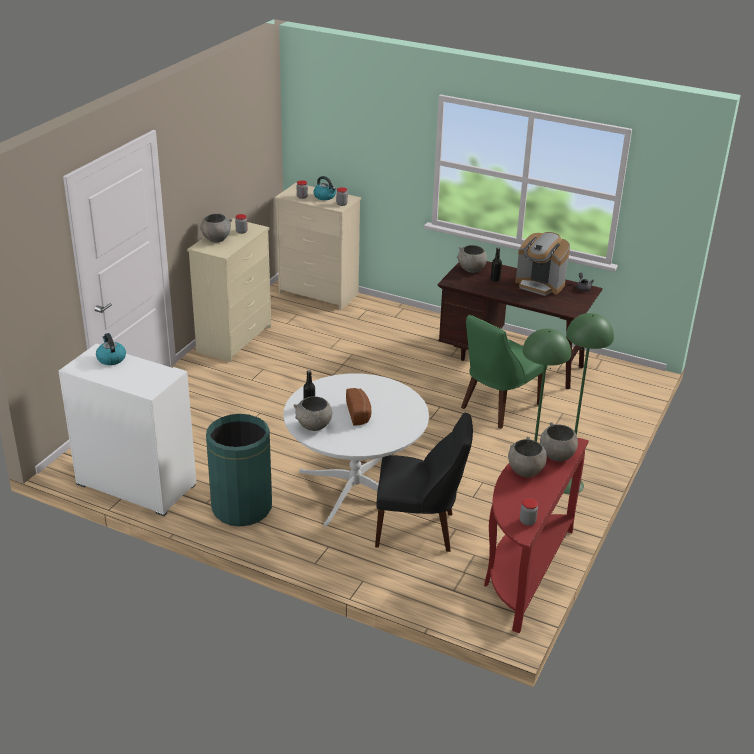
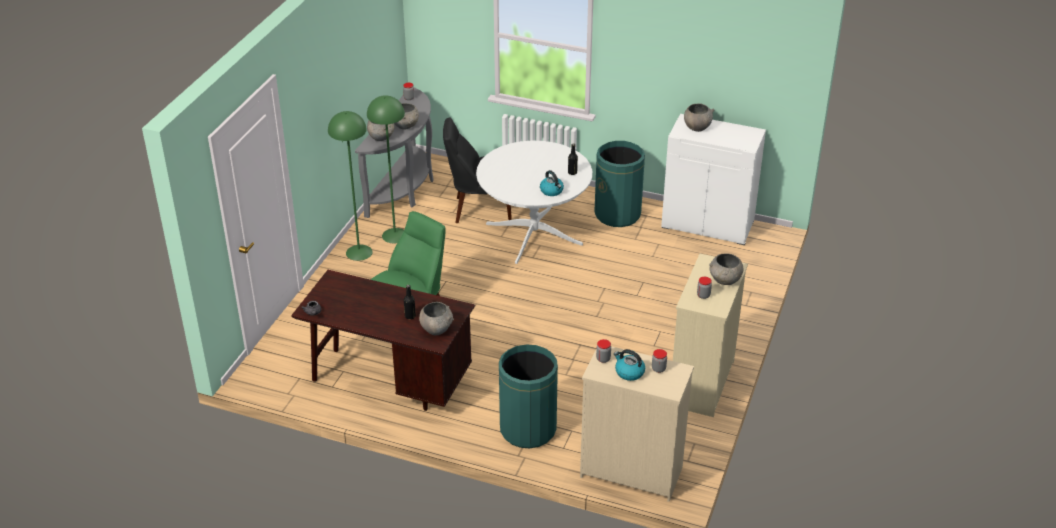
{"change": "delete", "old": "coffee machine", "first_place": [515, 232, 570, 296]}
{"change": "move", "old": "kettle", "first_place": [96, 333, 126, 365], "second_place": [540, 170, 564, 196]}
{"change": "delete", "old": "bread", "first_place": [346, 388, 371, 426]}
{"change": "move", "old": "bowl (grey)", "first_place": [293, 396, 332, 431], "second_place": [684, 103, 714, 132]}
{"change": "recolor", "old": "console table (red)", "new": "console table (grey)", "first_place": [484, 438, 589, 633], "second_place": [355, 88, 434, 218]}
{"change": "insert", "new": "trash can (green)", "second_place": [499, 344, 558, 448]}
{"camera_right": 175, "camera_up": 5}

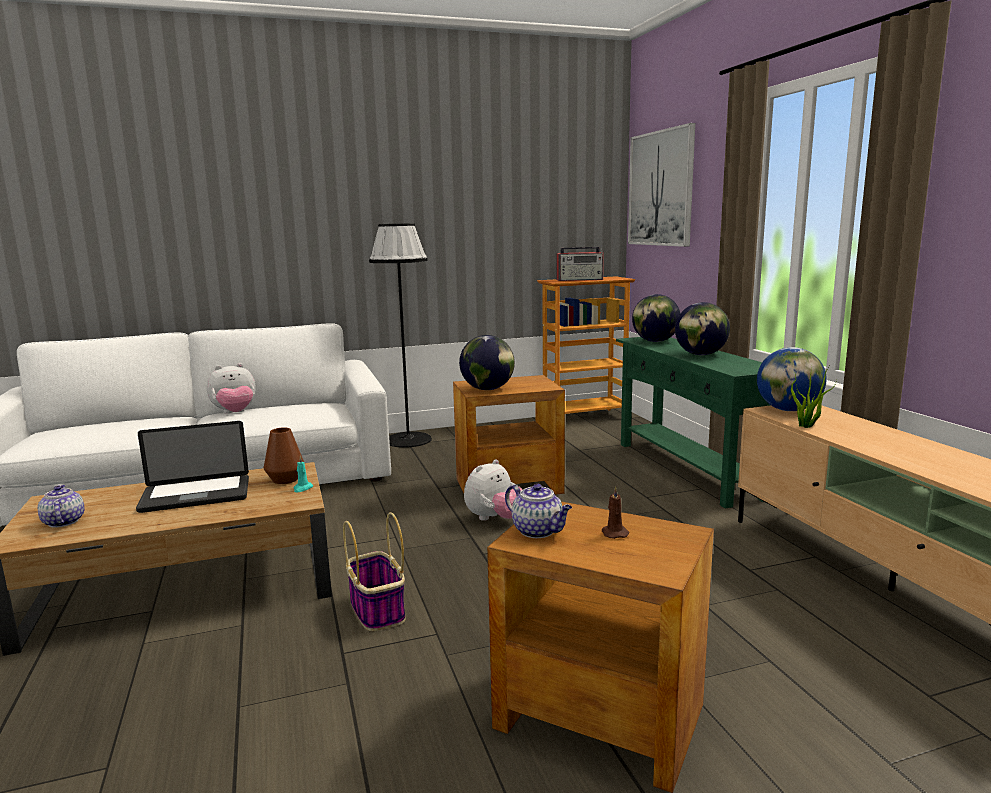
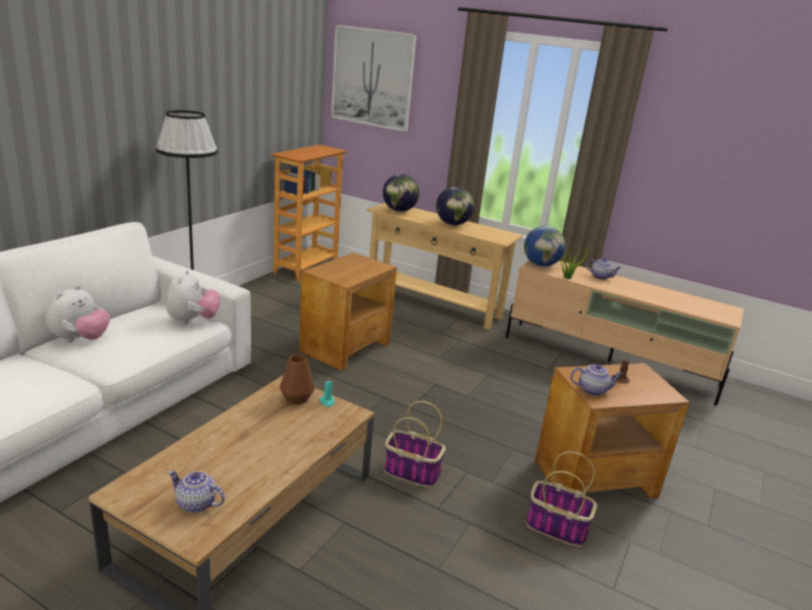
{"change": "delete", "old": "radio", "first_place": [557, 245, 604, 281]}
{"change": "delete", "old": "globe", "first_place": [459, 335, 515, 390]}
{"change": "recolor", "old": "console table (green)", "new": "console table (beige)", "first_place": [616, 337, 770, 509], "second_place": [367, 203, 523, 330]}
{"change": "delete", "old": "laptop", "first_place": [136, 421, 249, 513]}
{"change": "move", "old": "plush toy", "first_place": [464, 459, 523, 521], "second_place": [166, 270, 220, 324]}
{"change": "insert", "new": "teapot", "second_place": [586, 258, 621, 280]}
{"change": "insert", "new": "basket", "second_place": [526, 451, 597, 547]}
{"camera_right": -45, "camera_up": 10}

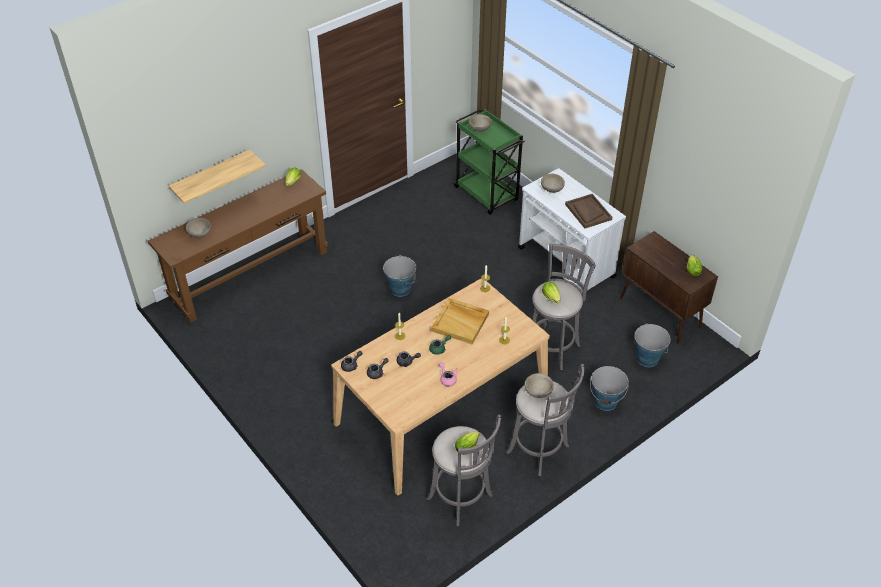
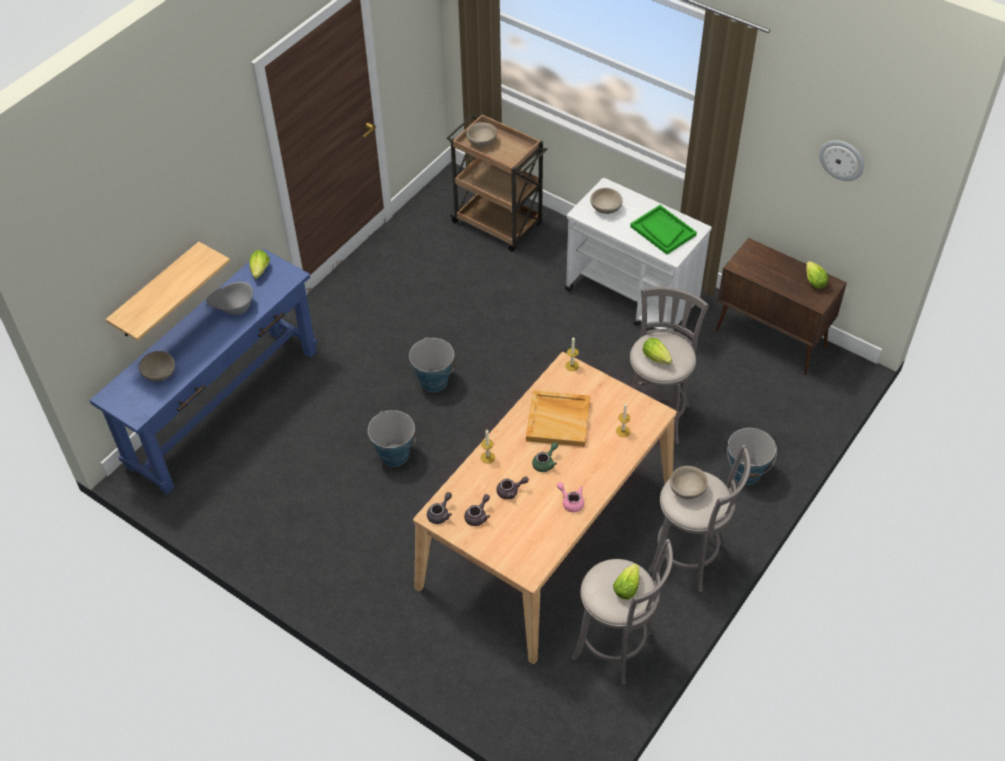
{"change": "recolor", "old": "cart (green)", "new": "cart (brown)", "first_place": [453, 109, 525, 215], "second_place": [447, 113, 548, 252]}
{"change": "recolor", "old": "console table (brown)", "new": "console table (blue)", "first_place": [148, 169, 328, 323], "second_place": [89, 249, 318, 494]}
{"change": "recolor", "old": "tray (brown)", "new": "tray (green)", "first_place": [565, 194, 612, 228], "second_place": [630, 205, 697, 255]}
{"change": "move", "old": "bucket", "first_place": [635, 323, 671, 367], "second_place": [368, 410, 416, 467]}
{"change": "insert", "new": "wall clock", "second_place": [819, 140, 864, 181]}
{"change": "insert", "new": "bowl (grey)", "second_place": [206, 282, 253, 315]}
{"camera_right": -15, "camera_up": 5}

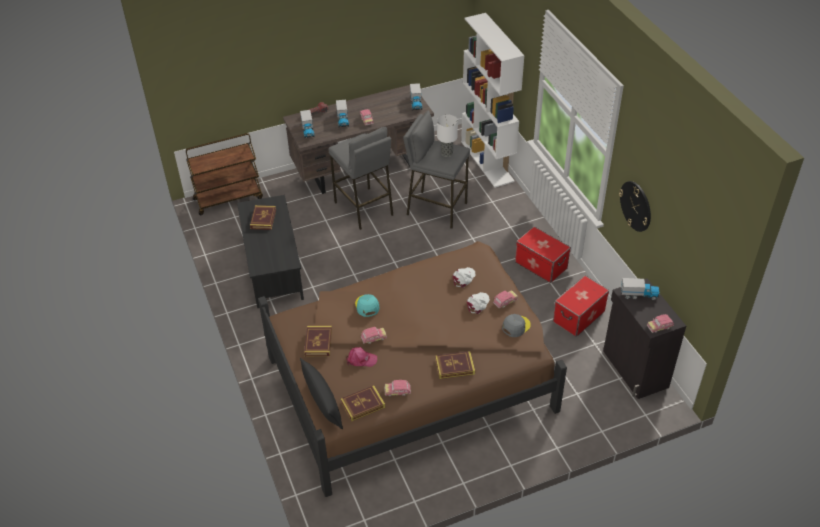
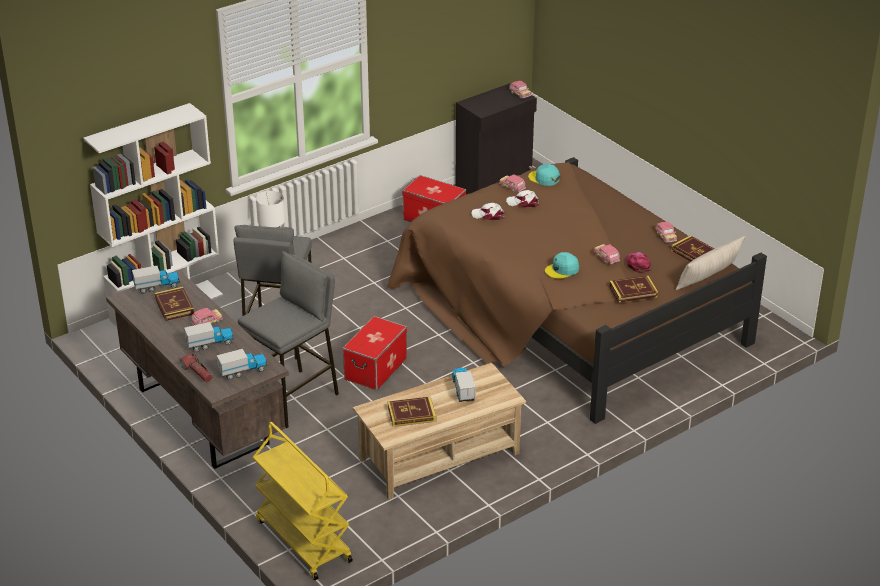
{"change": "recolor", "old": "cart (brown)", "new": "cart (yellow)", "first_place": [186, 133, 263, 215], "second_place": [253, 422, 353, 580]}
{"change": "delete", "old": "wall clock", "first_place": [619, 181, 651, 232]}
{"change": "recolor", "old": "coffee table (black)", "new": "coffee table (beige)", "first_place": [237, 195, 304, 308], "second_place": [353, 363, 526, 499]}
{"change": "move", "old": "storage box", "first_place": [515, 226, 571, 283], "second_place": [342, 316, 407, 391]}
{"change": "move", "old": "toy truck", "first_place": [621, 278, 660, 300], "second_place": [452, 368, 476, 402]}
{"change": "recolor", "old": "cap (grey)", "new": "cap (turquoise)", "first_place": [502, 314, 531, 337], "second_place": [528, 164, 560, 186]}
{"change": "move", "old": "book", "first_place": [435, 351, 475, 379], "second_place": [154, 286, 194, 321]}
{"change": "recolor", "old": "pillow (black)", "new": "pillow (beige)", "first_place": [300, 358, 343, 429], "second_place": [676, 236, 745, 290]}
{"camera_right": -105, "camera_up": -10}

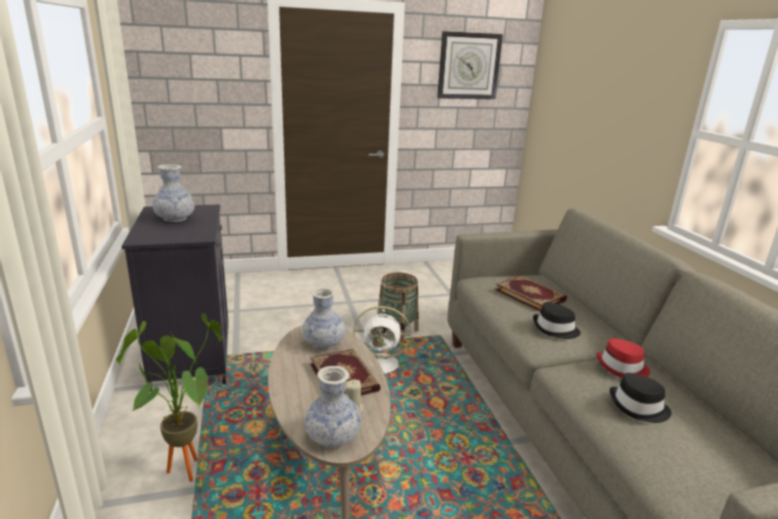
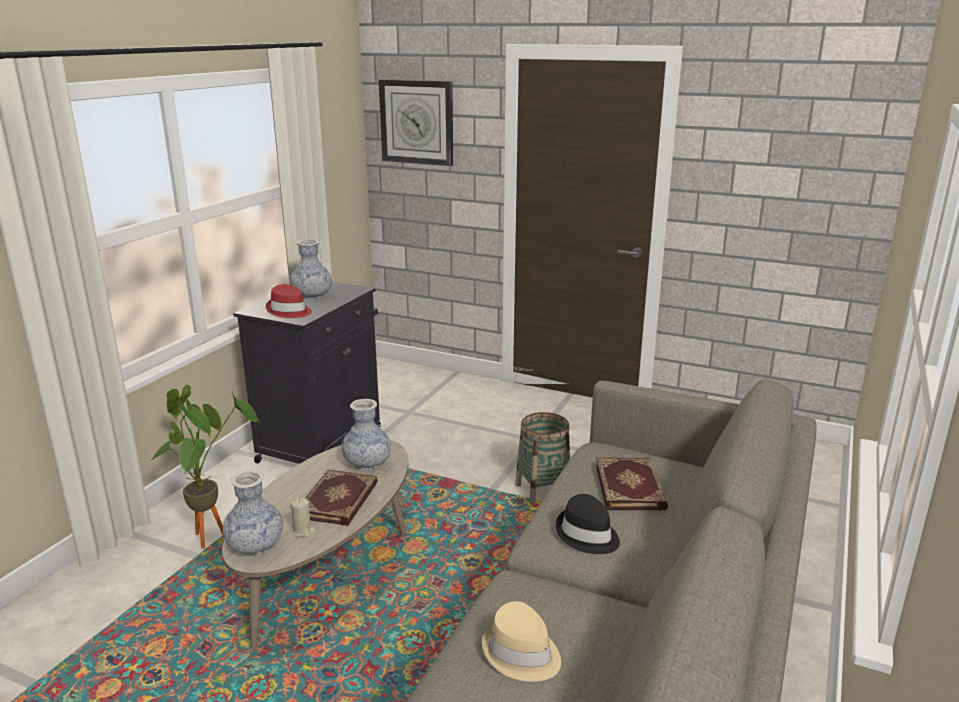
{"change": "move", "old": "wall clock", "first_place": [437, 31, 503, 100], "second_place": [379, 79, 453, 166]}
{"change": "delete", "old": "fan (white)", "first_place": [354, 306, 411, 373]}
{"change": "move", "old": "hat (red)", "first_place": [596, 338, 650, 378], "second_place": [266, 284, 312, 318]}
{"change": "recolor", "old": "hat (black)", "new": "hat (beige)", "first_place": [610, 373, 672, 423], "second_place": [482, 601, 561, 682]}
{"camera_right": 40, "camera_up": 0}

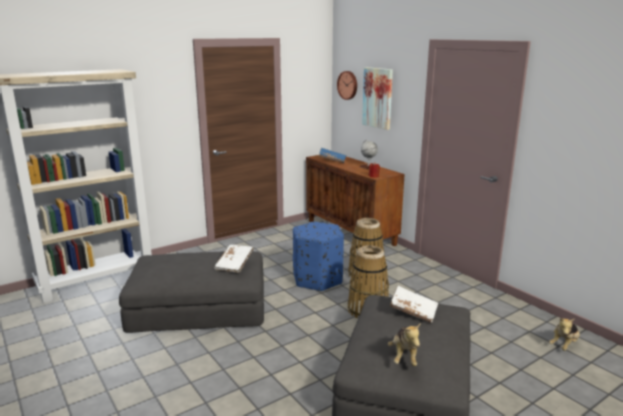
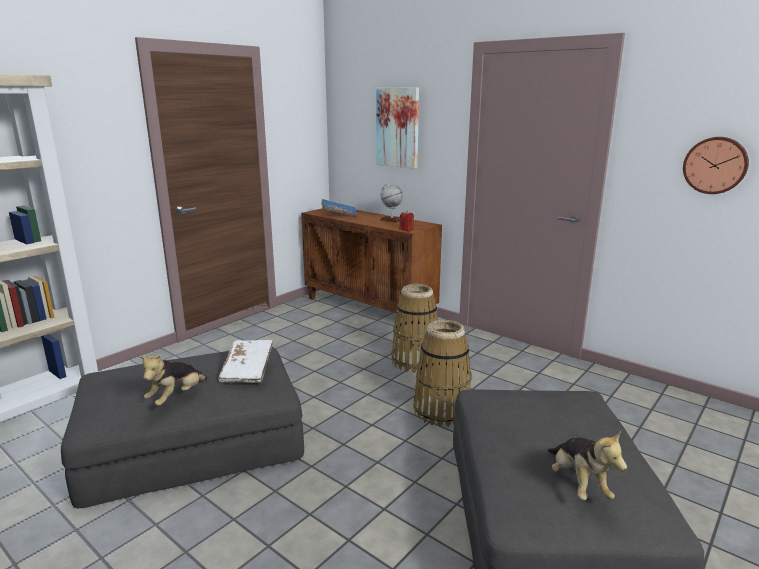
{"change": "move", "old": "wall clock", "first_place": [337, 71, 357, 100], "second_place": [683, 137, 749, 194]}
{"change": "delete", "old": "ottoman (blue)", "first_place": [293, 222, 344, 291]}
{"change": "delete", "old": "book (white)", "first_place": [390, 286, 438, 323]}
{"change": "move", "old": "plush toy", "first_place": [549, 318, 580, 351], "second_place": [138, 353, 207, 406]}
{"camera_right": -15, "camera_up": 0}

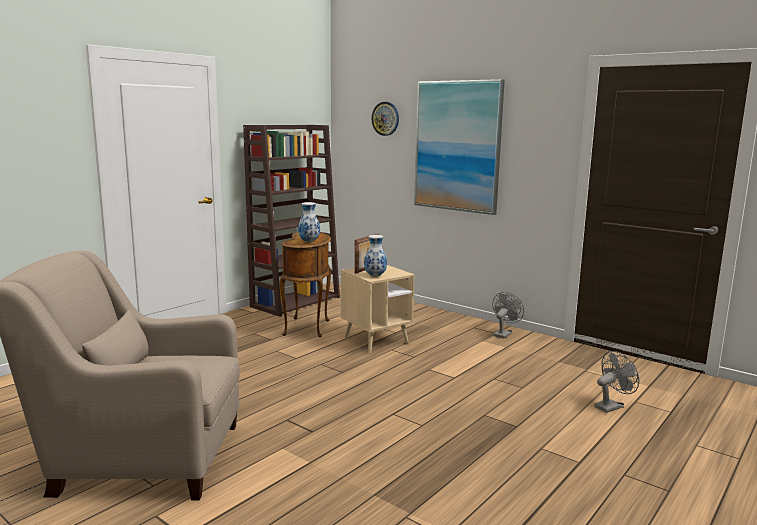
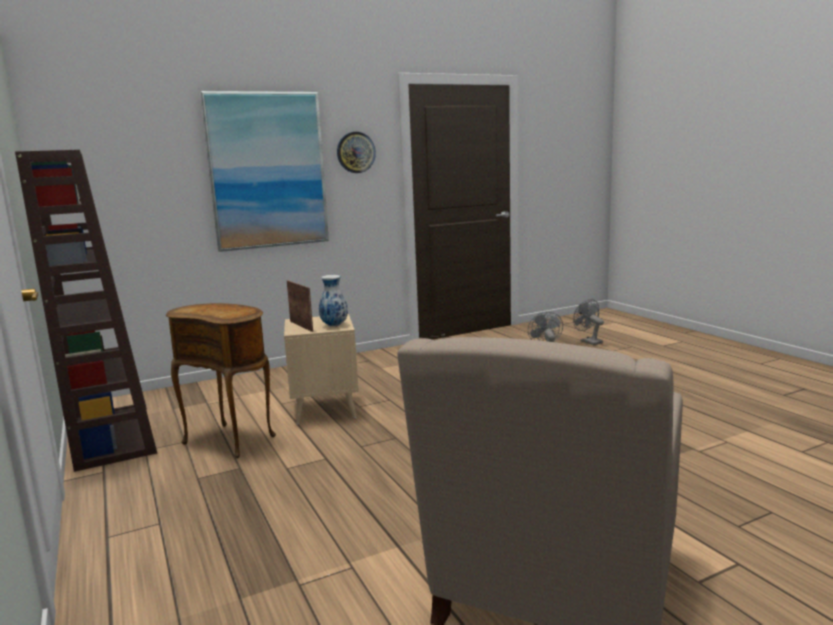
{"change": "move", "old": "wall clock", "first_place": [372, 102, 399, 136], "second_place": [337, 132, 376, 173]}
{"change": "delete", "old": "vase", "first_place": [298, 202, 320, 242]}
{"change": "move", "old": "fan (grey)", "first_place": [492, 292, 524, 339], "second_place": [573, 299, 604, 345]}
{"camera_right": -65, "camera_up": 0}

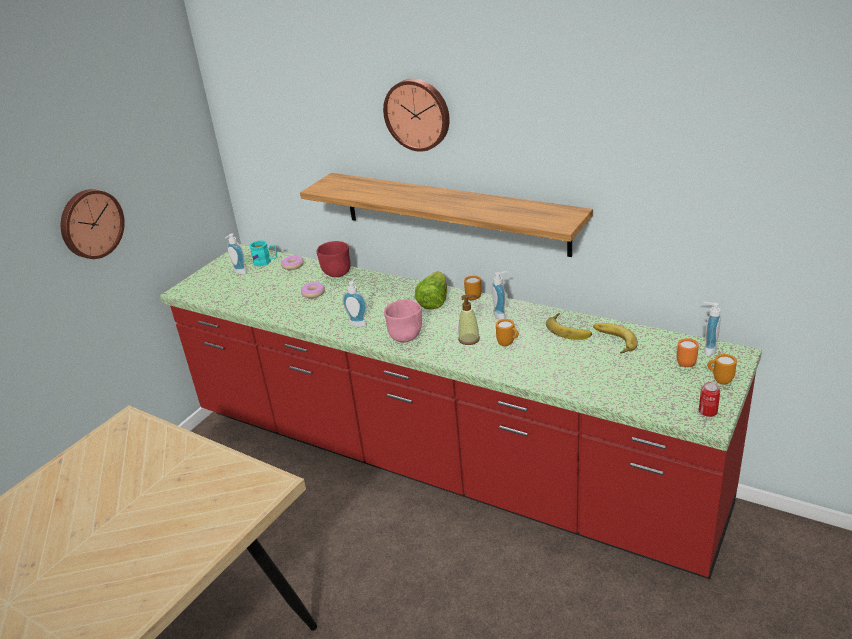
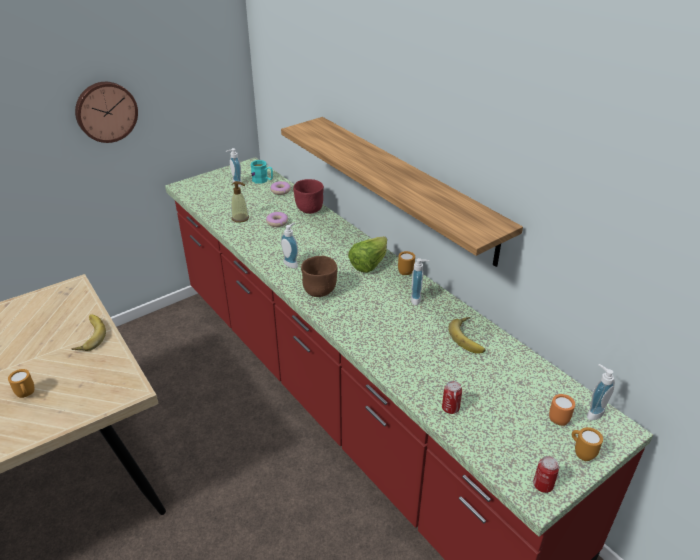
{"change": "delete", "old": "wall clock", "first_place": [383, 79, 450, 152]}
{"change": "move", "old": "soap dispenser", "first_place": [458, 294, 480, 345], "second_place": [231, 181, 249, 223]}
{"change": "recolor", "old": "bowl (pink)", "new": "bowl (brown)", "first_place": [384, 299, 422, 342], "second_place": [301, 256, 338, 297]}
{"change": "move", "old": "mug (orange)", "first_place": [496, 319, 519, 346], "second_place": [8, 369, 34, 398]}
{"change": "move", "old": "banana", "first_place": [593, 323, 638, 354], "second_place": [71, 314, 106, 351]}
{"change": "insert", "new": "can", "second_place": [442, 381, 462, 414]}
{"camera_right": 20, "camera_up": 5}

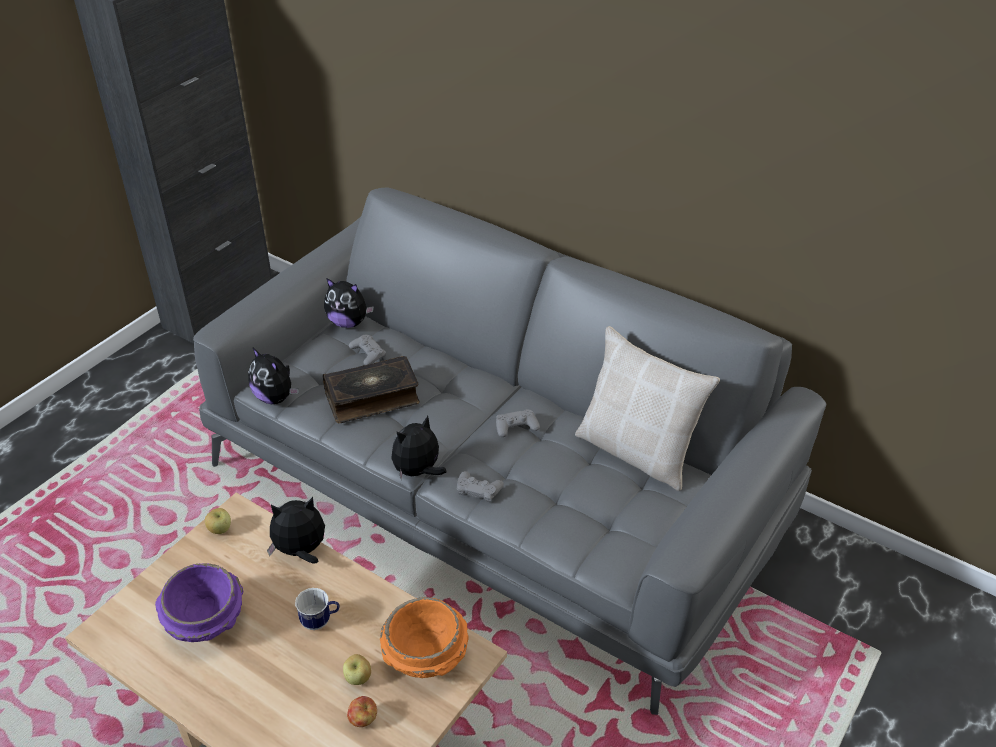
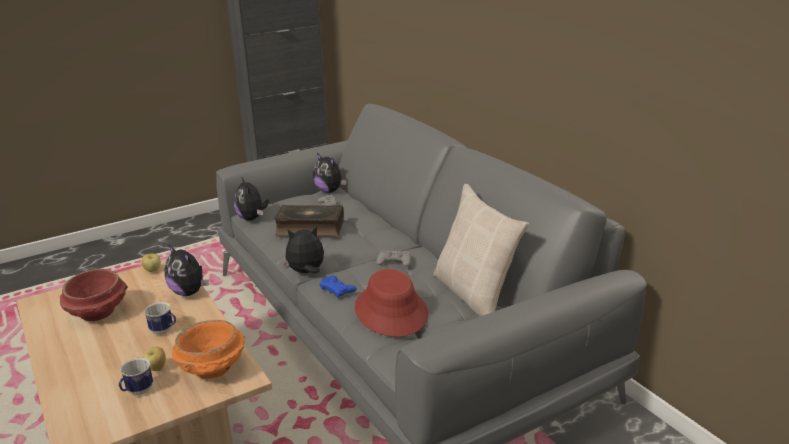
{"change": "recolor", "old": "game controller (grey)", "new": "game controller (blue)", "first_place": [457, 471, 504, 502], "second_place": [319, 276, 357, 298]}
{"change": "rotate", "old": "plush toy", "first_place": [267, 497, 325, 564], "second_place": [165, 245, 209, 296], "degrees": -150}
{"change": "recolor", "old": "bowl (purple)", "new": "bowl (red)", "first_place": [155, 563, 243, 642], "second_place": [60, 269, 128, 321]}
{"change": "replace", "old": "apple", "new": "mug", "first_place": [347, 696, 377, 727], "second_place": [119, 358, 153, 395]}
{"change": "insert", "new": "hat (red)", "second_place": [355, 269, 428, 337]}
{"camera_right": 25, "camera_up": -15}

